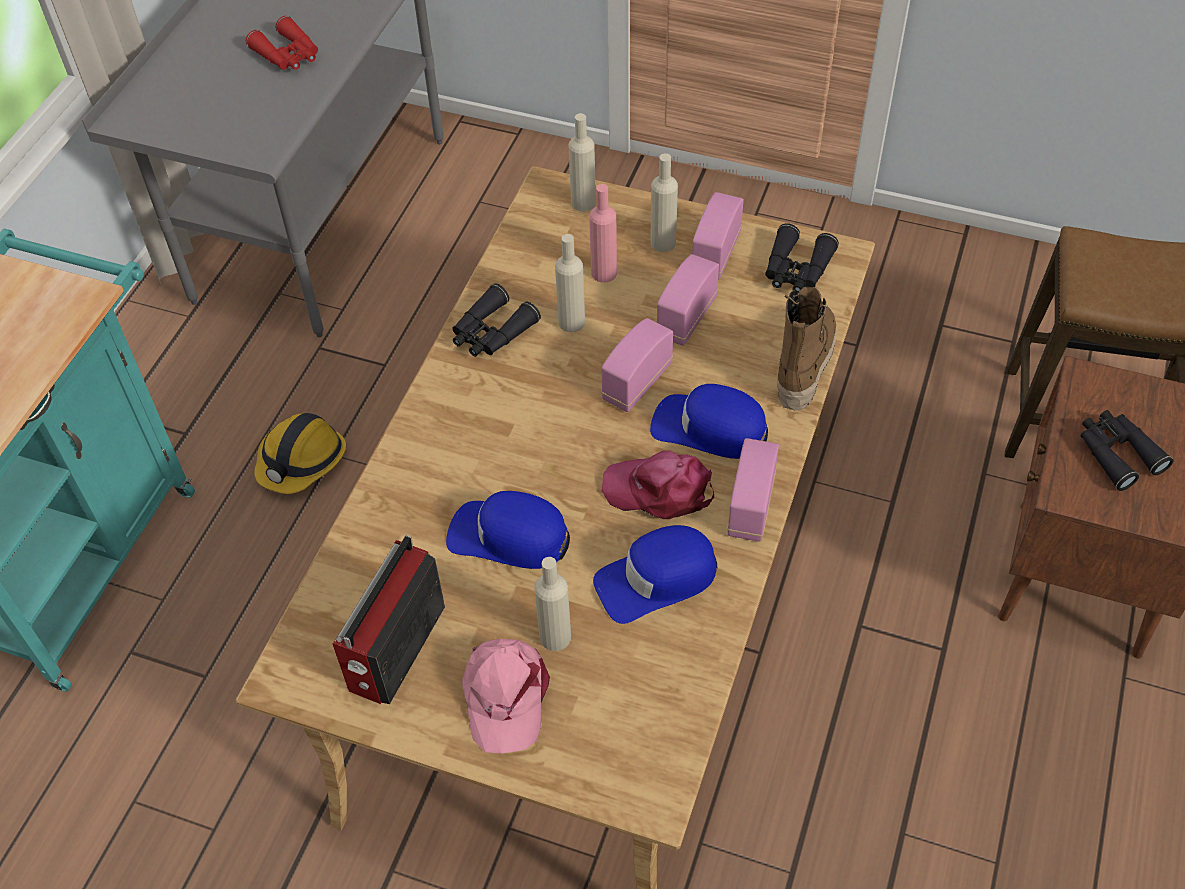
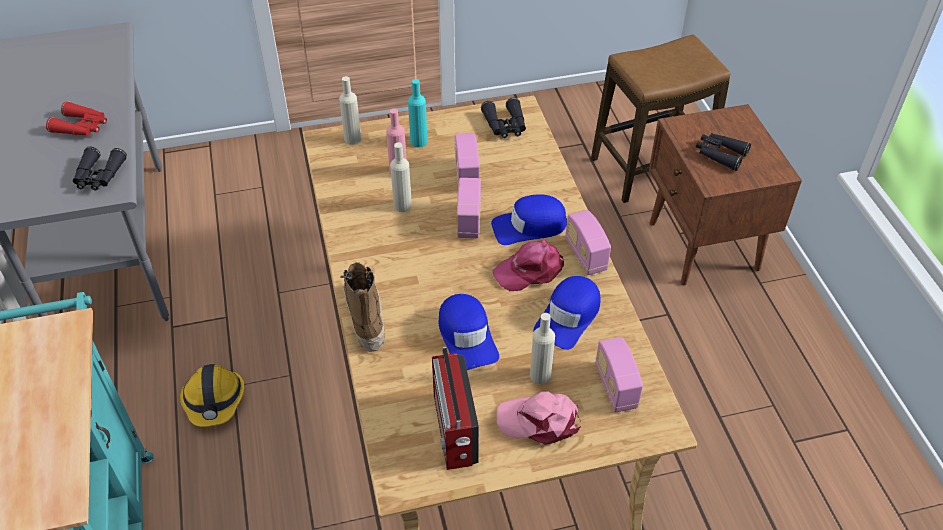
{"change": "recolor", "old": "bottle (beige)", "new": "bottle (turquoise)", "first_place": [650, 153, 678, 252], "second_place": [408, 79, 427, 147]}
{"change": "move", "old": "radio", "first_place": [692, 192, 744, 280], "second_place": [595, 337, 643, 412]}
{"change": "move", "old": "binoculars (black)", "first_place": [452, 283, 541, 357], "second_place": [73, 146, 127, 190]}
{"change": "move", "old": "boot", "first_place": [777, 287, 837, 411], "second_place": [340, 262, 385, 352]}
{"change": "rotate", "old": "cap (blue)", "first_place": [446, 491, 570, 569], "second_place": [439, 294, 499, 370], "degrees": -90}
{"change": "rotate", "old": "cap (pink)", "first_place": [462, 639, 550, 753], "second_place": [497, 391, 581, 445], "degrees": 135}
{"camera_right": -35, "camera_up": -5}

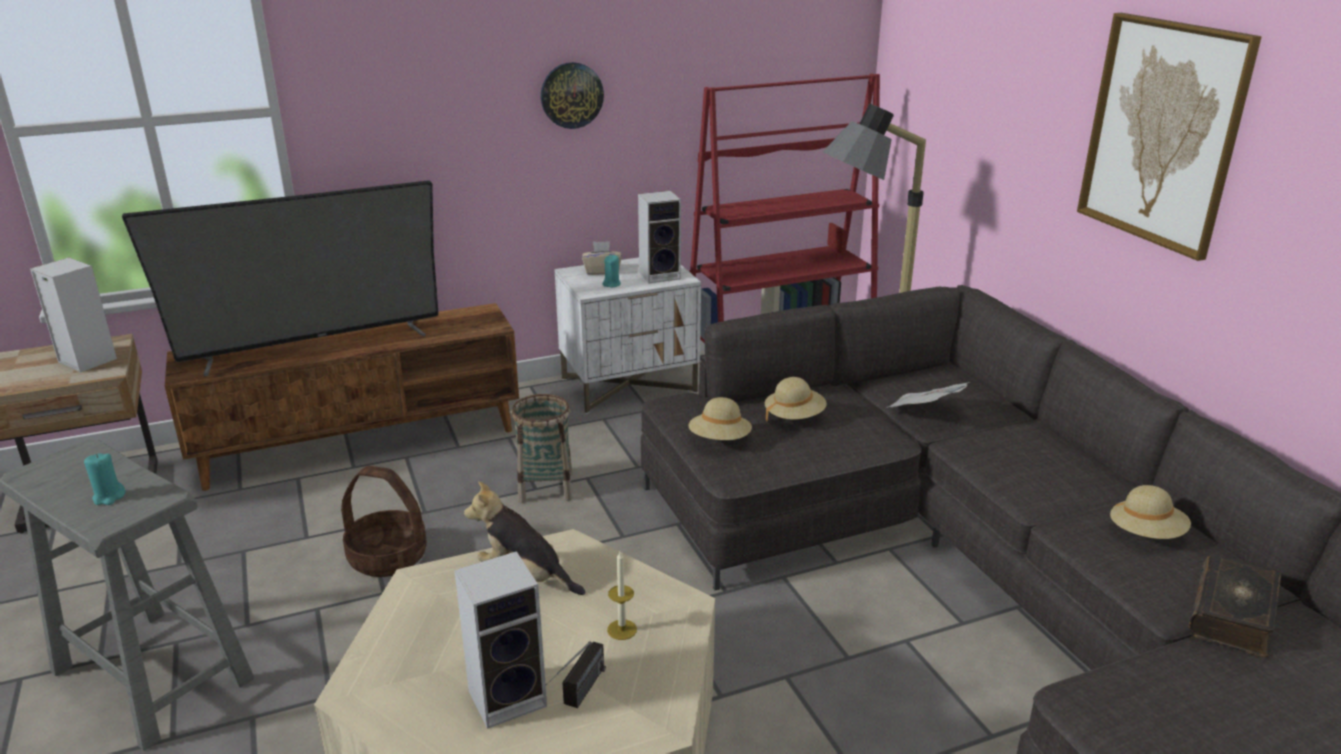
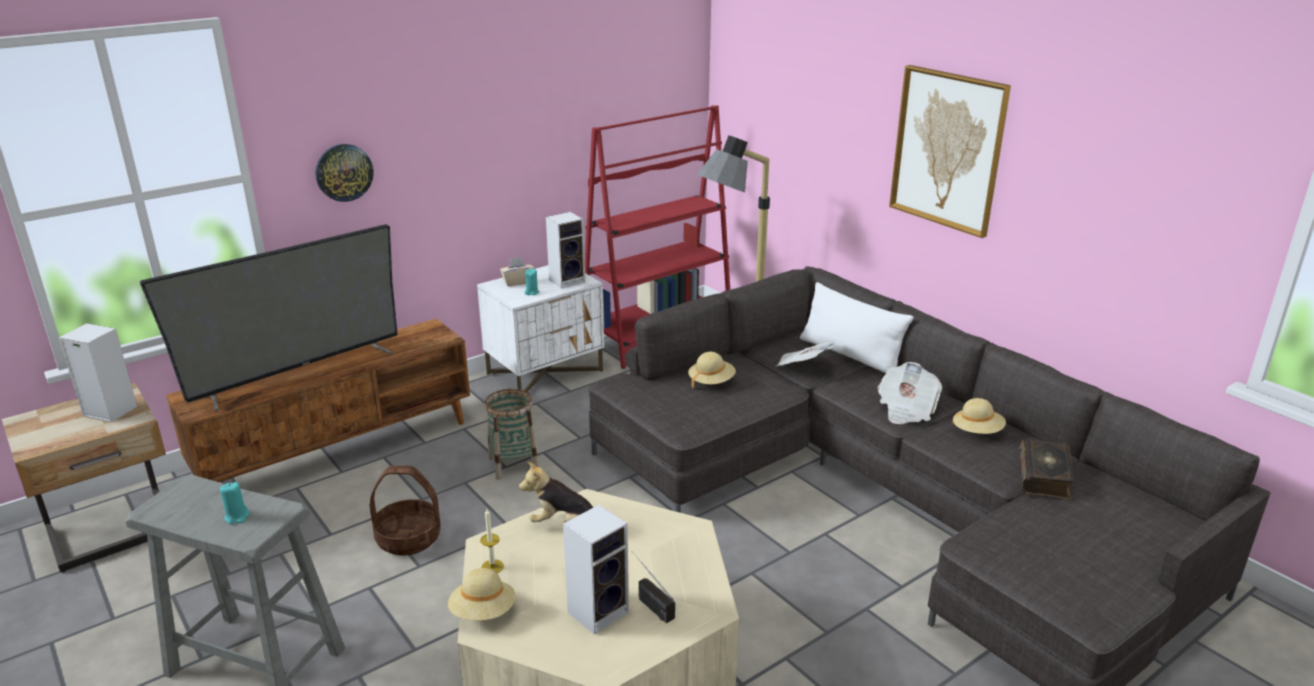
{"change": "move", "old": "wall clock", "first_place": [541, 62, 604, 129], "second_place": [315, 144, 374, 202]}
{"change": "move", "old": "hat (beige)", "first_place": [688, 397, 752, 440], "second_place": [448, 568, 515, 621]}
{"change": "move", "old": "candle", "first_place": [607, 552, 637, 640], "second_place": [480, 509, 504, 573]}
{"change": "rotate", "old": "radio", "first_place": [545, 641, 606, 708], "second_place": [631, 551, 675, 623], "degrees": 135}
{"change": "insert", "new": "pillow (white)", "second_place": [800, 282, 914, 373]}
{"change": "insert", "new": "newspaper", "second_place": [877, 362, 942, 424]}
{"camera_right": -15, "camera_up": 0}

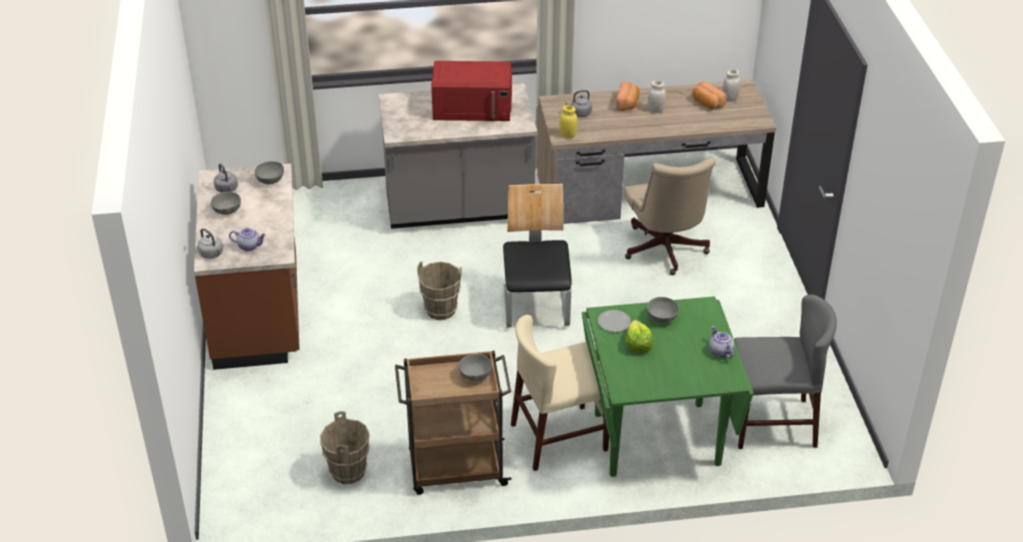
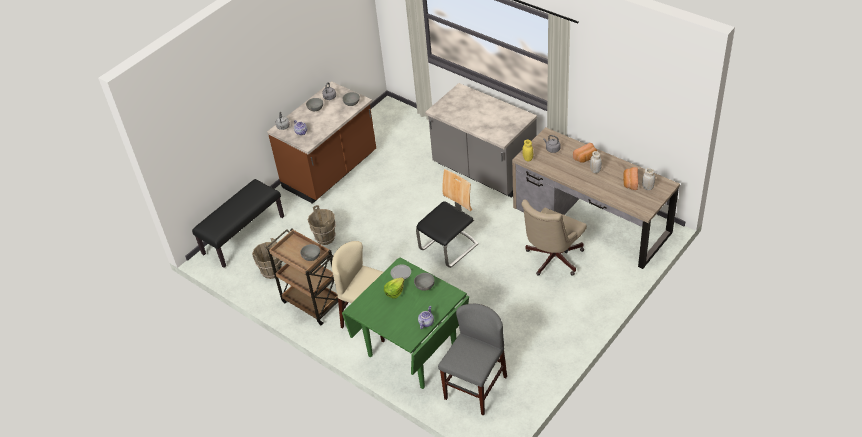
{"change": "delete", "old": "microwave (red)", "first_place": [431, 61, 512, 121]}
{"change": "move", "old": "bucket (brown)", "first_place": [417, 261, 462, 320], "second_place": [308, 205, 336, 245]}
{"change": "rotate", "old": "chair (grey)", "first_place": [734, 294, 837, 449], "second_place": [438, 304, 507, 416], "degrees": -105}
{"change": "insert", "new": "bench (black)", "second_place": [192, 179, 284, 268]}
{"camera_right": 50, "camera_up": 5}

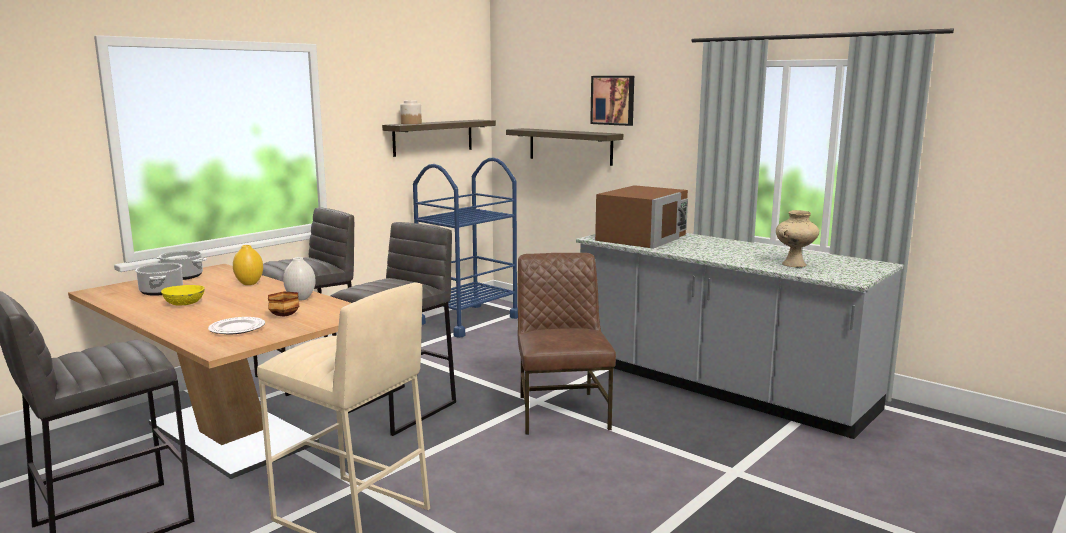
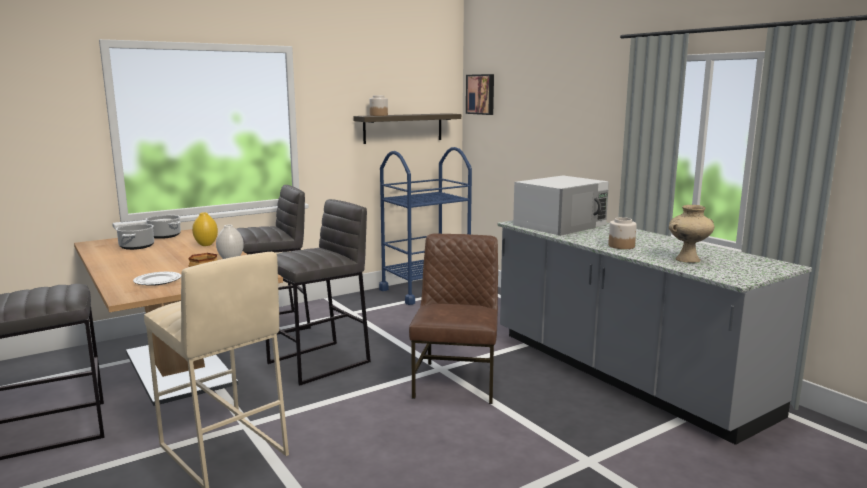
{"change": "move", "old": "picture", "first_place": [590, 76, 634, 126], "second_place": [466, 74, 494, 115]}
{"change": "delete", "old": "shelf", "first_place": [506, 128, 623, 166]}
{"change": "recolor", "old": "microwave (brown)", "new": "microwave (white)", "first_place": [595, 185, 688, 249], "second_place": [513, 176, 609, 236]}
{"change": "delete", "old": "bowl (yellow)", "first_place": [161, 285, 205, 305]}
{"change": "insert", "new": "jar", "second_place": [608, 217, 637, 249]}
{"camera_right": 15, "camera_up": 0}

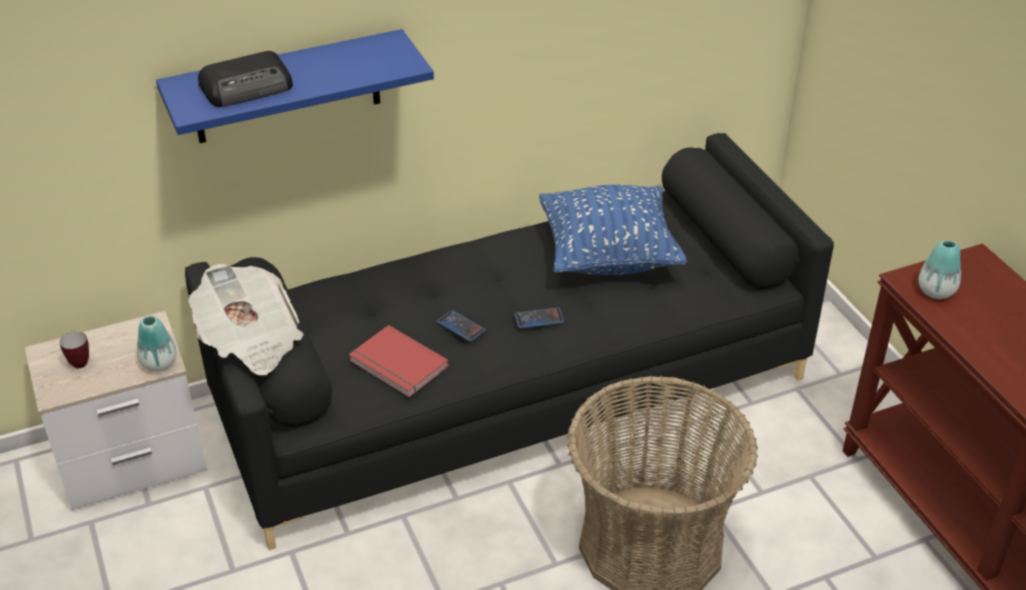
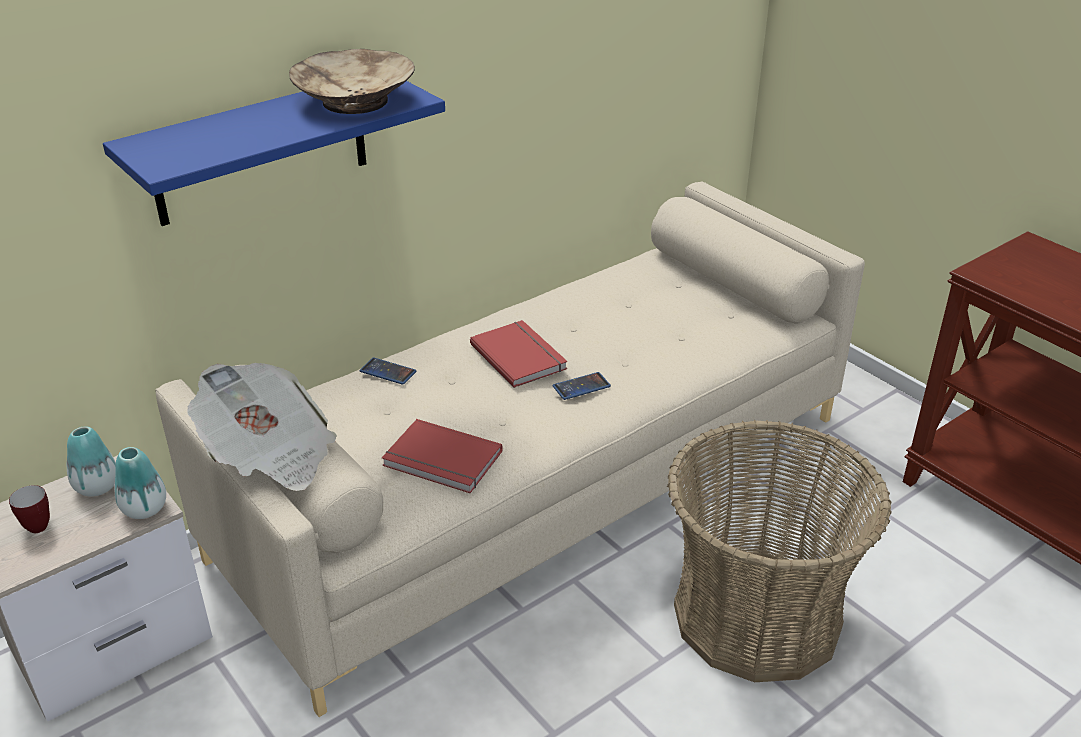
{"change": "delete", "old": "radio", "first_place": [198, 51, 293, 107]}
{"change": "recolor", "old": "sofa (black)", "new": "sofa (beige)", "first_place": [185, 133, 834, 550], "second_place": [155, 181, 865, 717]}
{"change": "delete", "old": "pillow (blue)", "first_place": [539, 185, 687, 275]}
{"change": "move", "old": "vase", "first_place": [919, 240, 961, 299], "second_place": [67, 426, 116, 497]}
{"change": "move", "old": "phone", "first_place": [437, 310, 486, 342], "second_place": [360, 358, 417, 385]}
{"change": "insert", "new": "bowl (beige)", "second_place": [289, 49, 415, 114]}
{"change": "insert", "new": "book (red)", "second_place": [470, 320, 567, 388]}
{"camera_right": -15, "camera_up": -5}

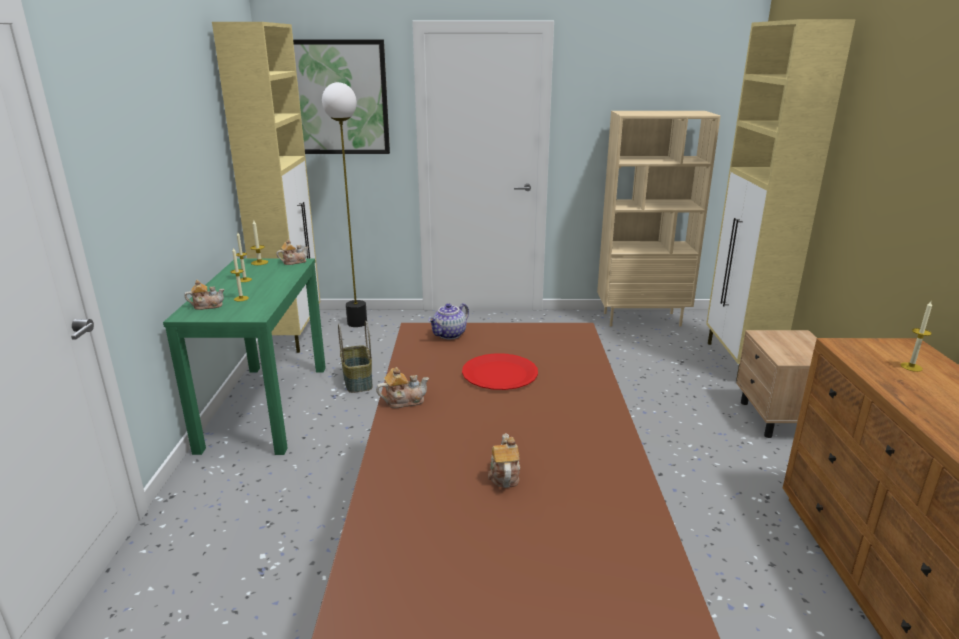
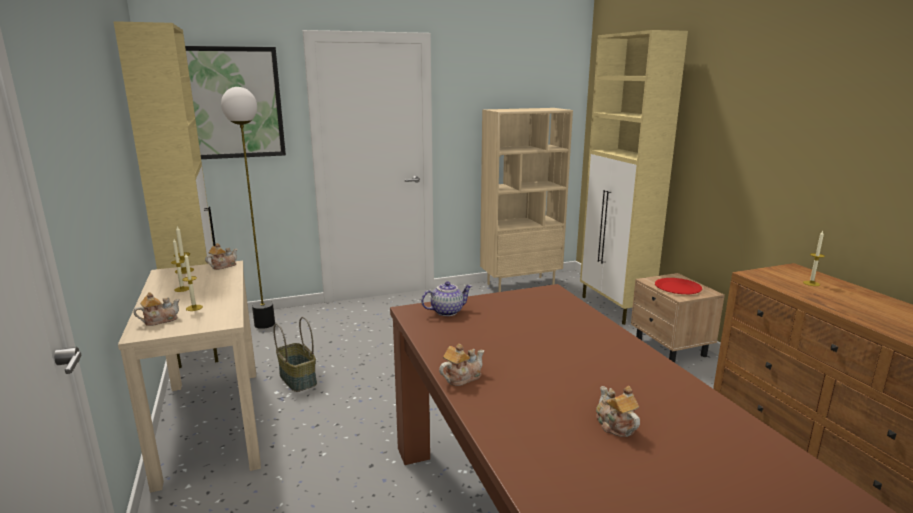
{"change": "recolor", "old": "console table (green)", "new": "console table (beige)", "first_place": [163, 259, 326, 455], "second_place": [118, 261, 261, 493]}
{"change": "rotate", "old": "teapot", "first_place": [428, 303, 469, 339], "second_place": [421, 281, 472, 316], "degrees": -135}
{"change": "move", "old": "plate (red)", "first_place": [462, 353, 538, 390], "second_place": [655, 278, 702, 294]}
{"camera_right": -20, "camera_up": -5}

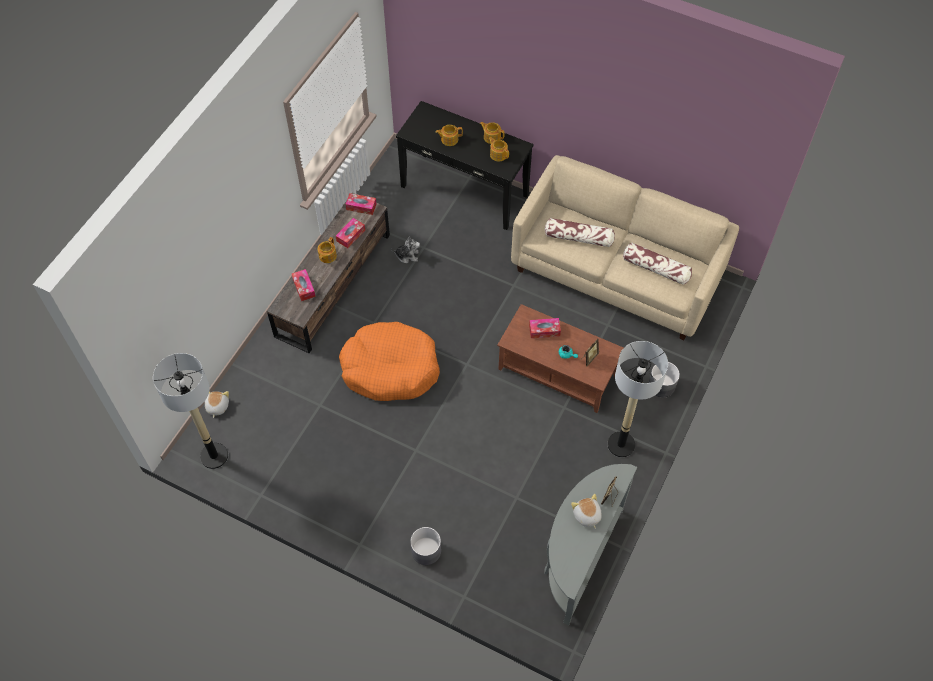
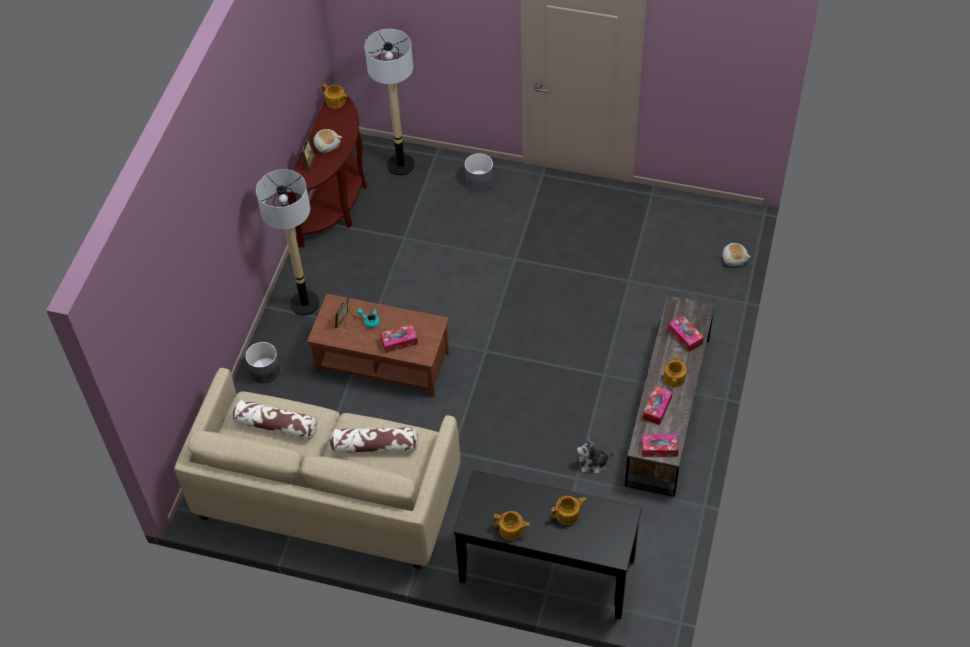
{"change": "move", "old": "teapot", "first_place": [489, 137, 509, 161], "second_place": [322, 84, 347, 109]}
{"change": "delete", "old": "dog bed (orange)", "first_place": [339, 322, 440, 401]}
{"change": "move", "old": "floor lamp", "first_place": [153, 353, 228, 469], "second_place": [365, 29, 415, 176]}
{"change": "recolor", "old": "console table (grey)", "new": "console table (brown)", "first_place": [544, 464, 637, 625], "second_place": [286, 93, 367, 248]}
{"camera_right": 170, "camera_up": -5}

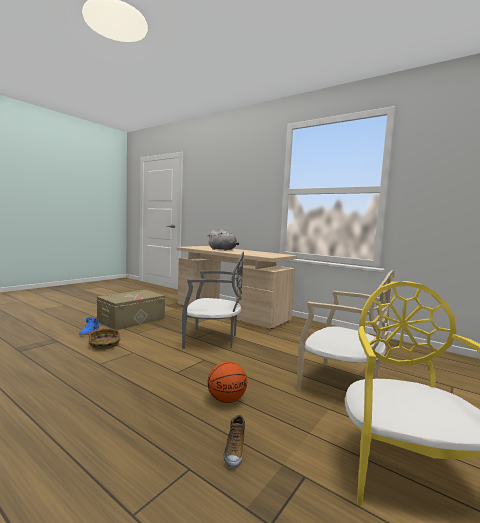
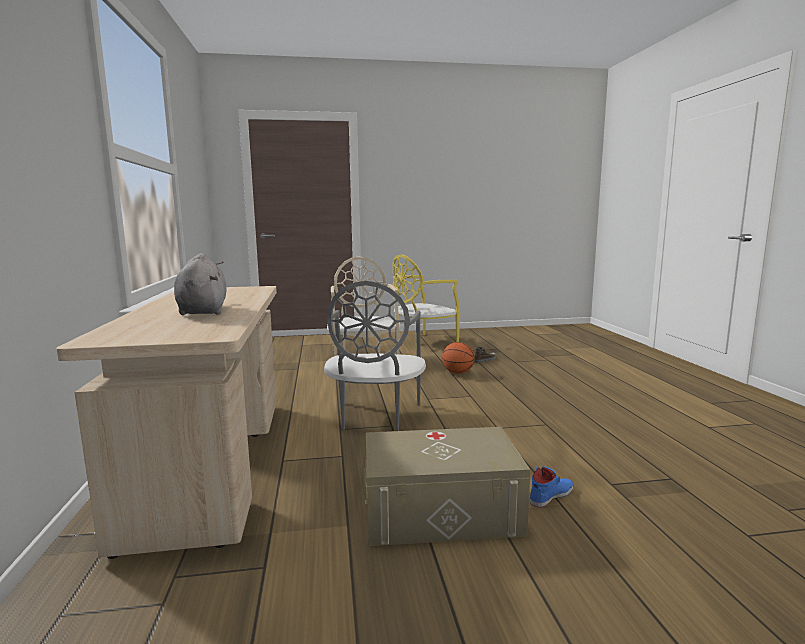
{"change": "rotate", "old": "chair (grey)", "first_place": [182, 252, 244, 349], "second_place": [324, 281, 426, 431], "degrees": -135}
{"change": "delete", "old": "basket", "first_place": [89, 328, 121, 349]}
{"camera_right": -135, "camera_up": 5}

